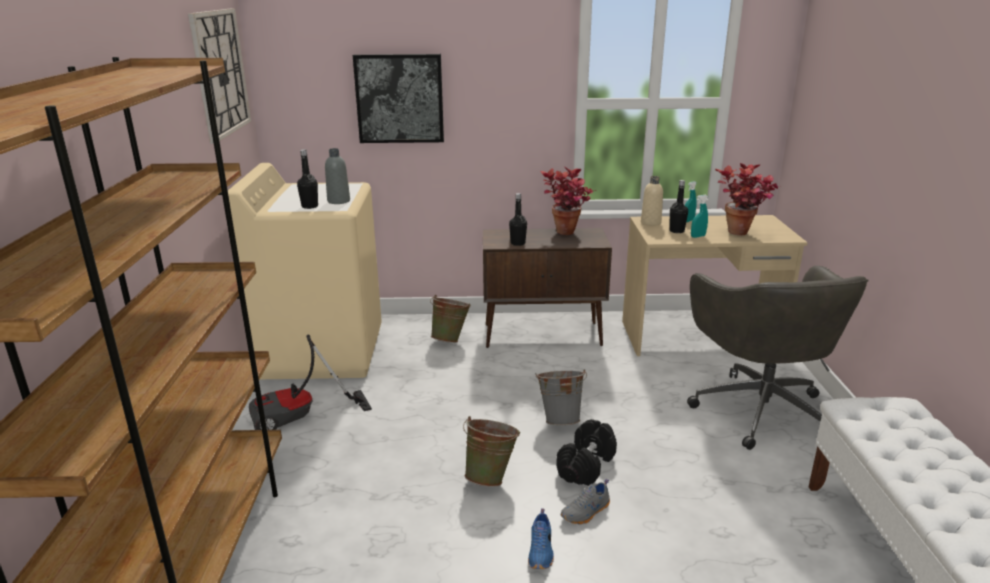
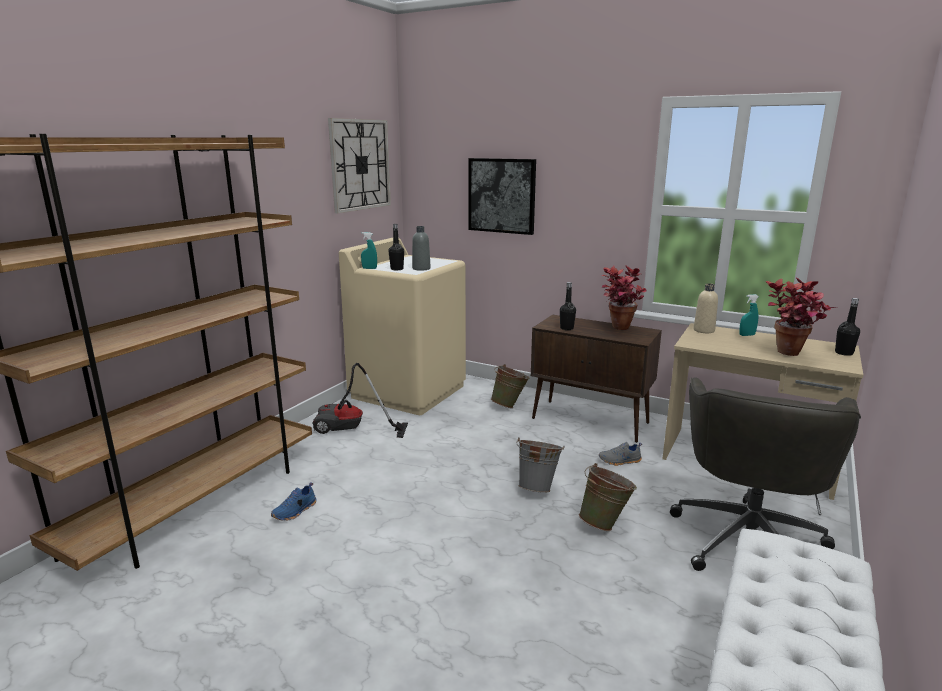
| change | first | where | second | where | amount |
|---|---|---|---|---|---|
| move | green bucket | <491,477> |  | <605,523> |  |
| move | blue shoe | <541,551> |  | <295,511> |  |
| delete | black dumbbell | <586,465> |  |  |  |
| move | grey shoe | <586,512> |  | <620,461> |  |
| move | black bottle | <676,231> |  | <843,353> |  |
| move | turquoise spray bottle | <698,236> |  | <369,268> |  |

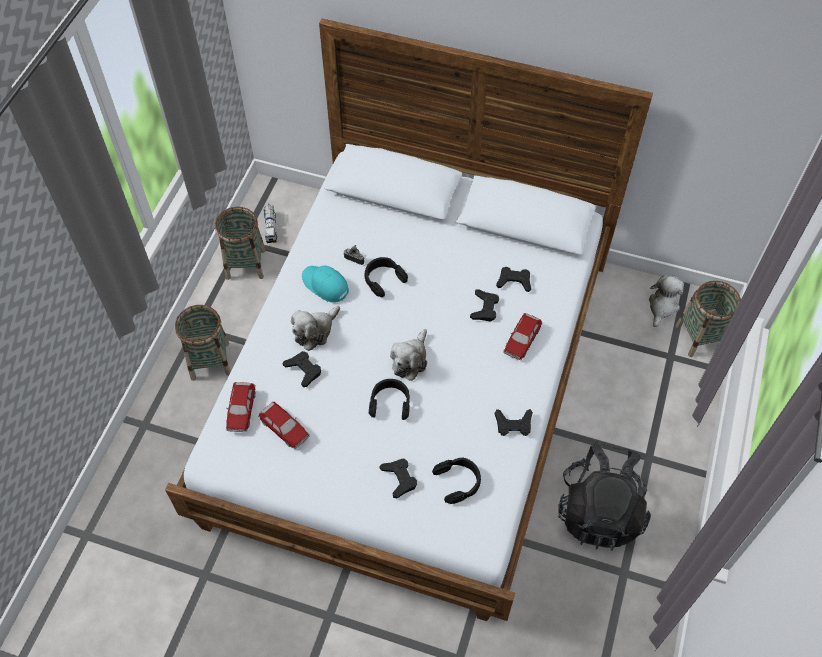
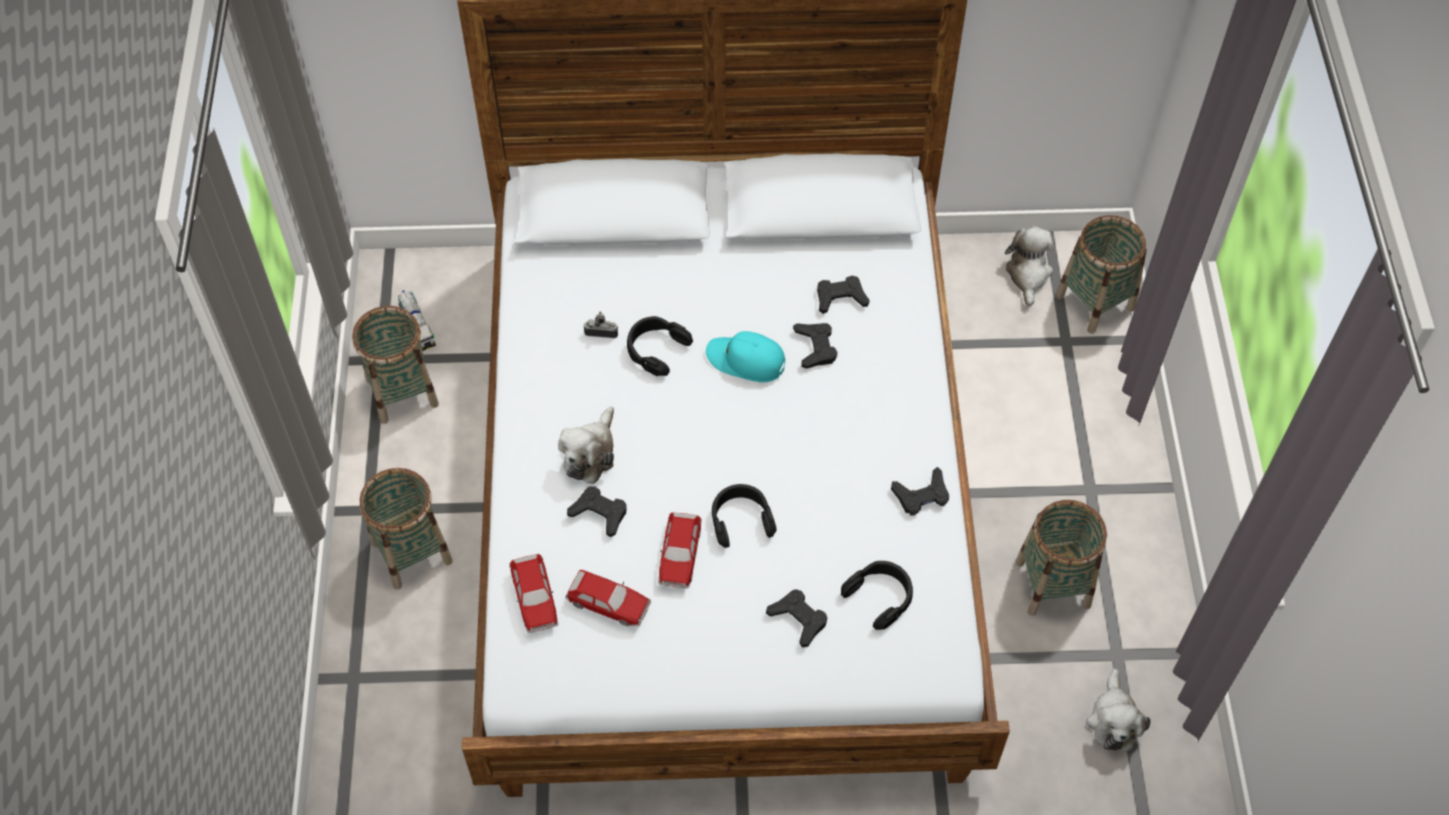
| change | first | where | second | where | amount |
|---|---|---|---|---|---|
| move | turquoise cap | <325,285> |  | <746,360> |  |
| move | plush toy | <410,360> |  | <1113,720> |  |
| move | toy car | <522,340> |  | <679,555> |  |
| replace | black backpack | <599,511> | basket | <1053,583> |  |

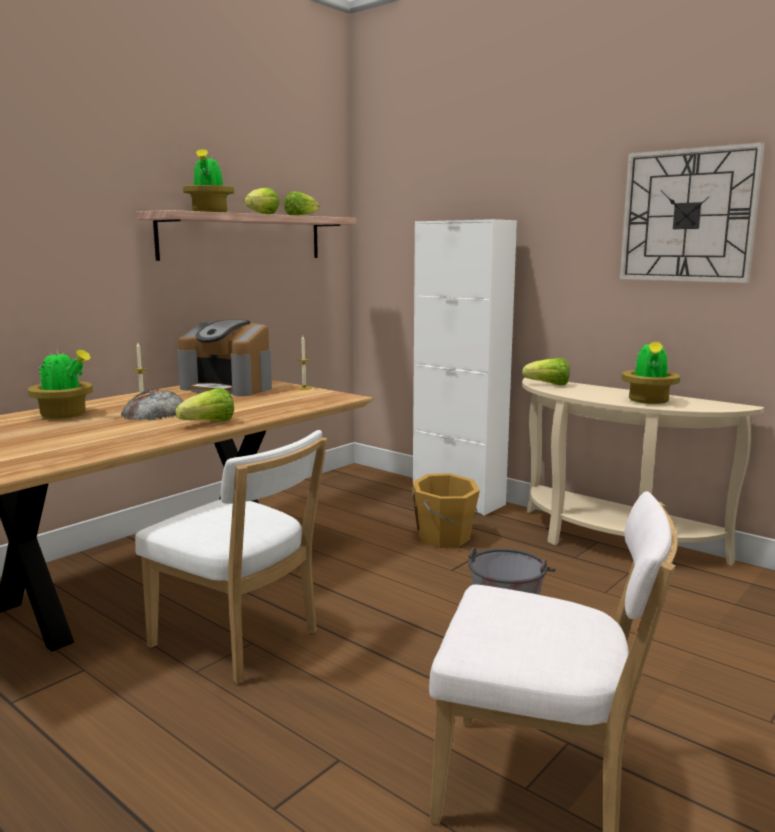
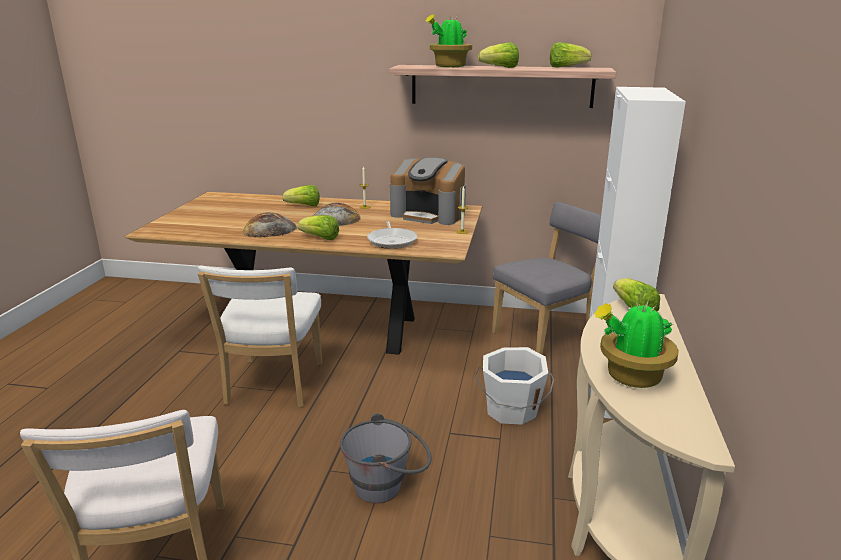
| change | first | where | second | where | amount |
|---|---|---|---|---|---|
| replace | potted plant | <65,415> | lettuce | <304,206> |  |
| rotate | coffee machine | <228,388> |  | <429,214> | 60 degrees counterclockwise |
| recolor | orange bucket | <445,537> | white bucket | <511,410> |  |
| delete | wall clock | <687,216> |  |  |  |
| insert |  |  | bread | <269,229> |  |
| insert |  |  | frying pan | <392,241> |  |
| insert |  |  | grey chair | <545,336> |  |

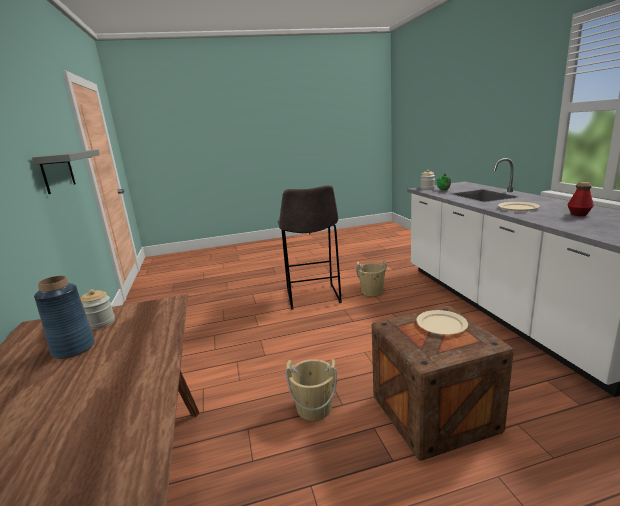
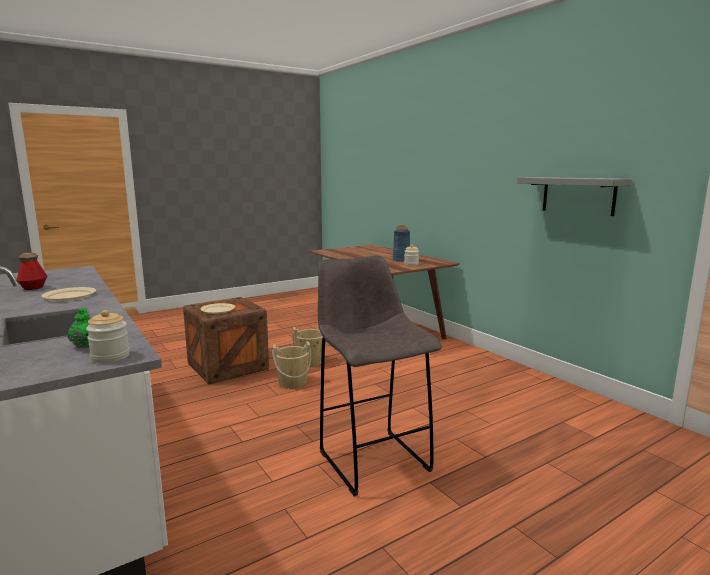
| change | first | where | second | where | amount |
|---|---|---|---|---|---|
| move | beige bucket | <372,291> |  | <292,382> |  |

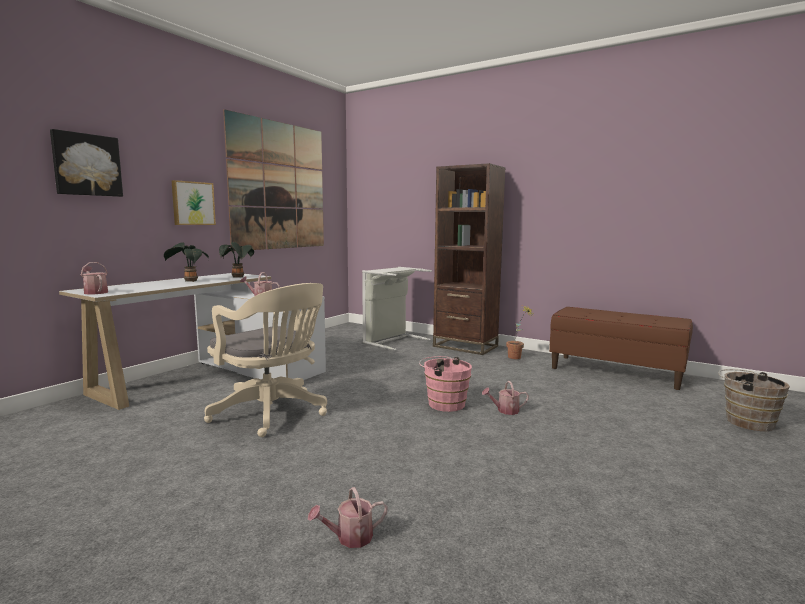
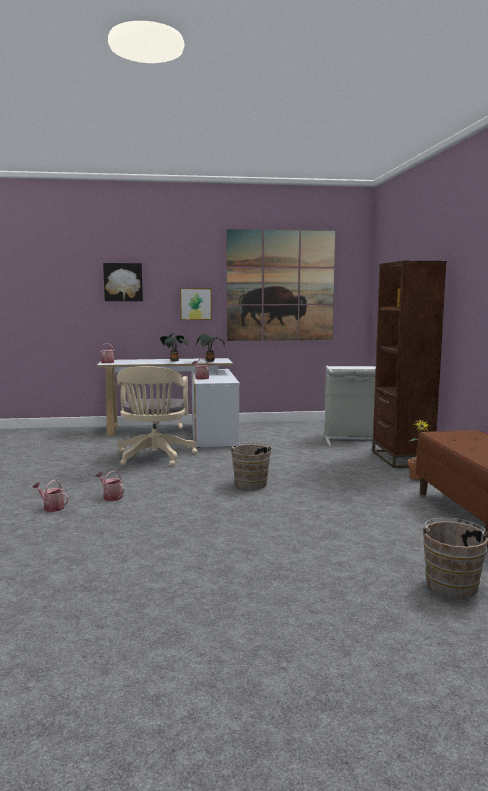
| change | first | where | second | where | amount |
|---|---|---|---|---|---|
| recolor | pink bucket | <444,403> | brown bucket | <250,483> |  |
| move | watering can | <505,411> |  | <111,497> |  |

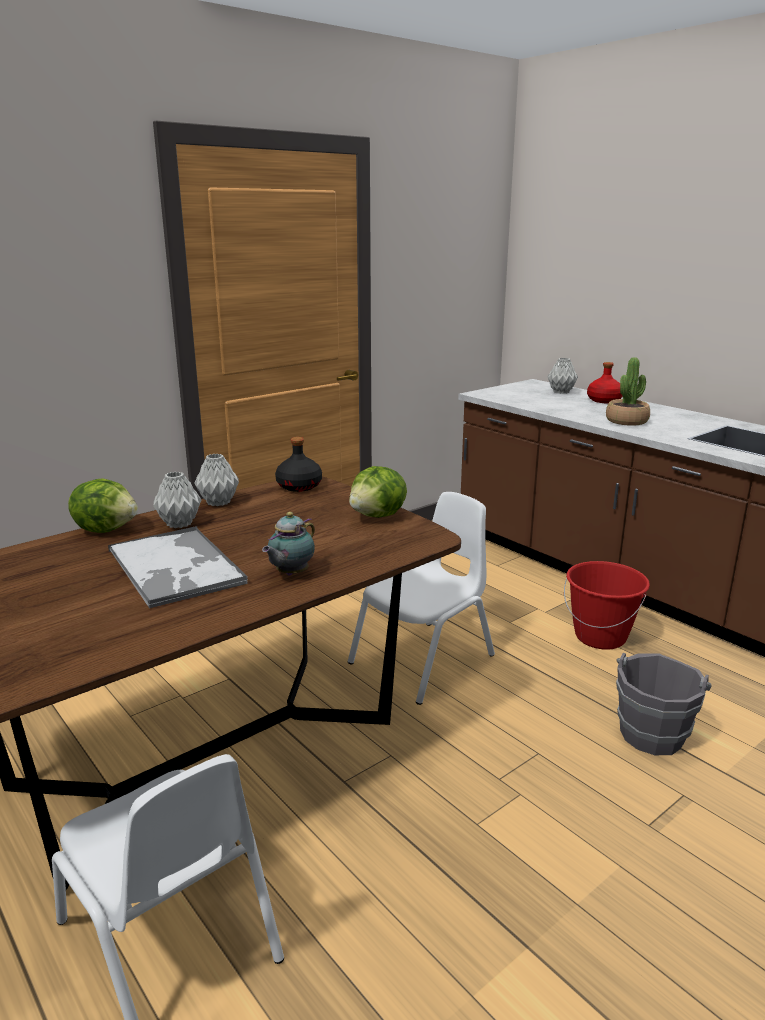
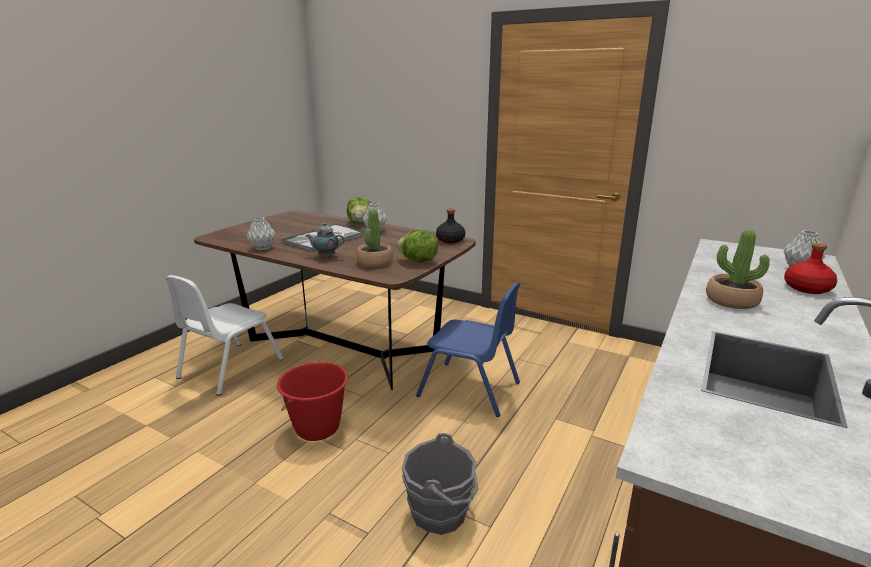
| change | first | where | second | where | amount |
|---|---|---|---|---|---|
| move | grey vase | <218,503> |  | <262,248> |  |
| recolor | white chair | <424,660> | blue chair | <470,389> |  |
| move | red bucket | <600,637> |  | <318,428> |  |
| insert |  |  | potted plant | <374,262> |  |

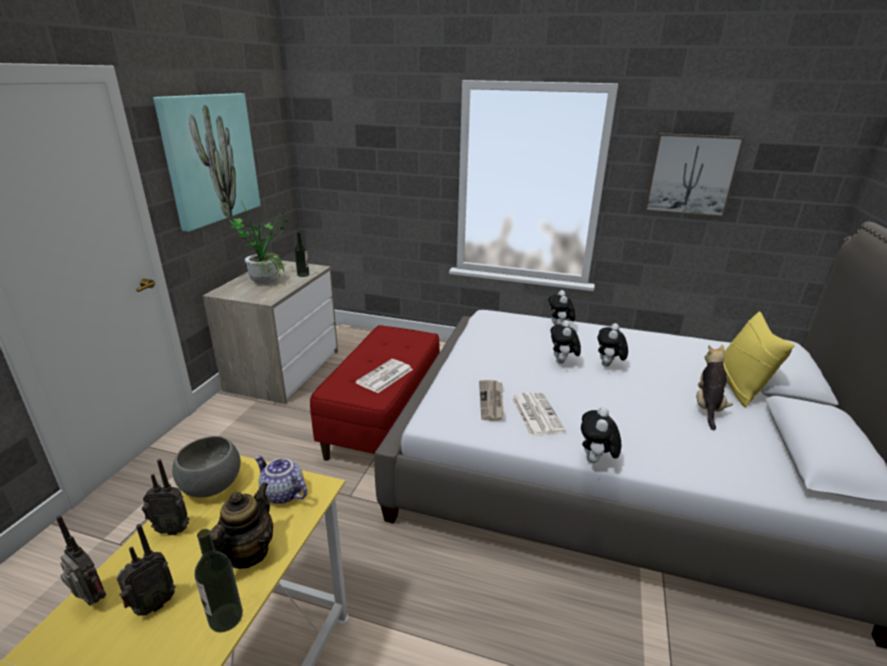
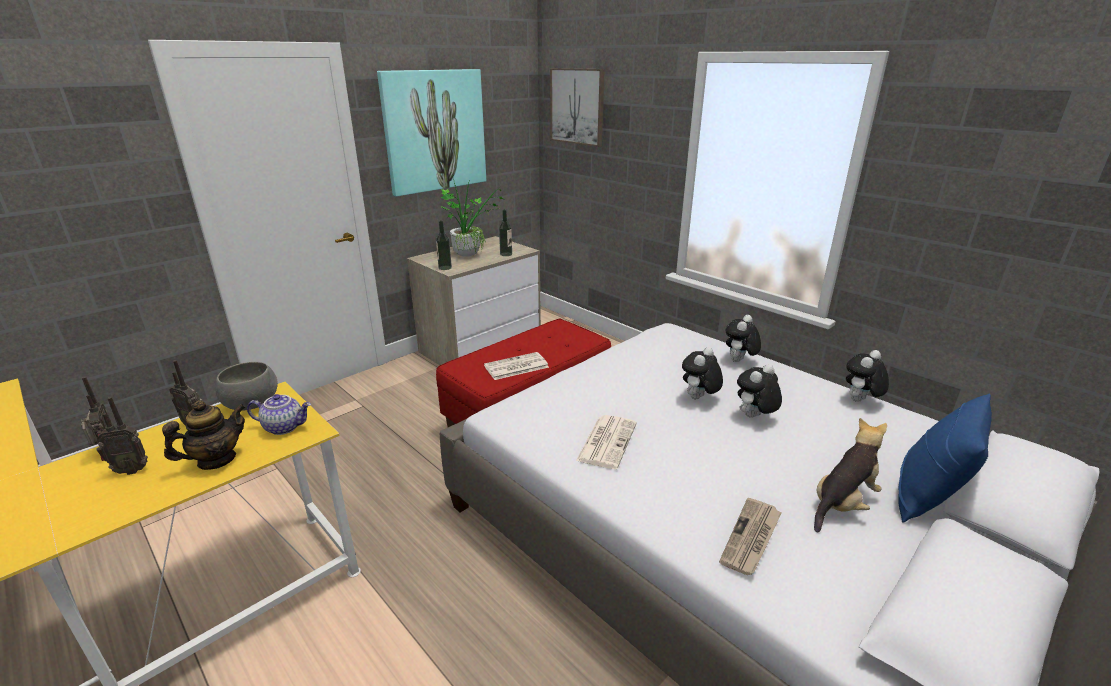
| change | first | where | second | where | amount |
|---|---|---|---|---|---|
| move | bottle | <226,617> |  | <445,268> |  |
| rotate | teapot | <282,494> |  | <285,427> | 120 degrees clockwise |
| move | newspaper | <491,401> |  | <751,538> |  |
| move | plush toy | <595,461> |  | <859,401> |  |
| move | picture | <691,175> |  | <577,106> |  |
| recolor | yellow pillow | <740,387> | blue pillow | <927,496> |  |

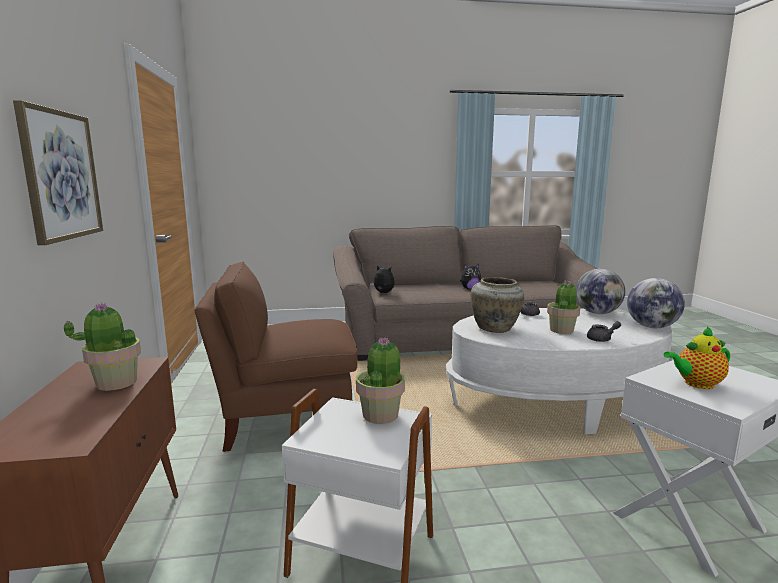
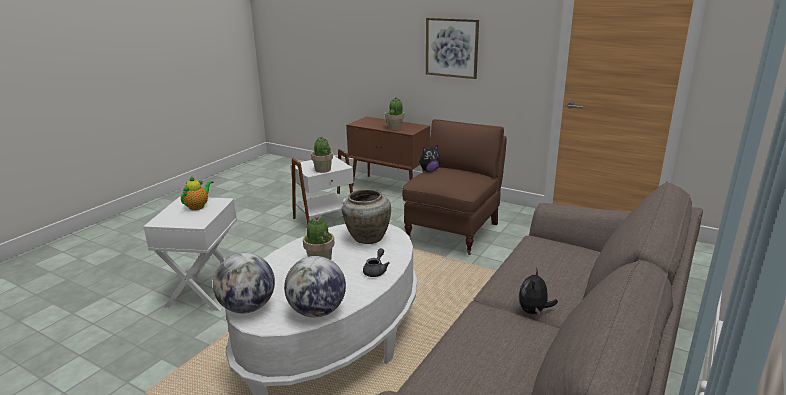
| change | first | where | second | where | amount |
|---|---|---|---|---|---|
| move | plush toy | <383,293> |  | <429,170> |  |
| delete | grey teapot | <602,339> |  |  |  |

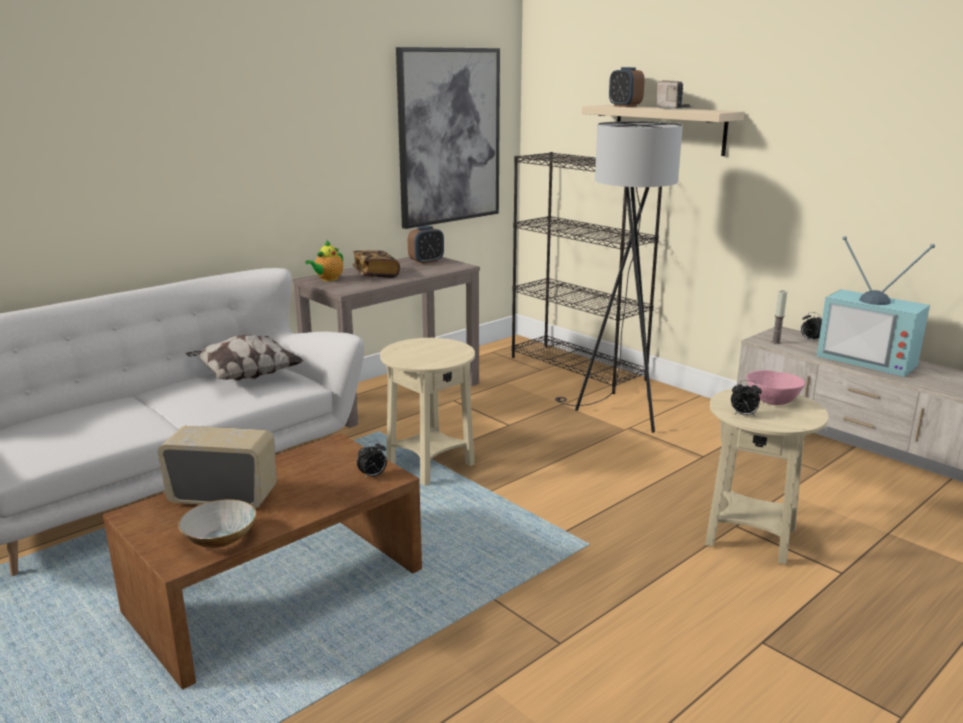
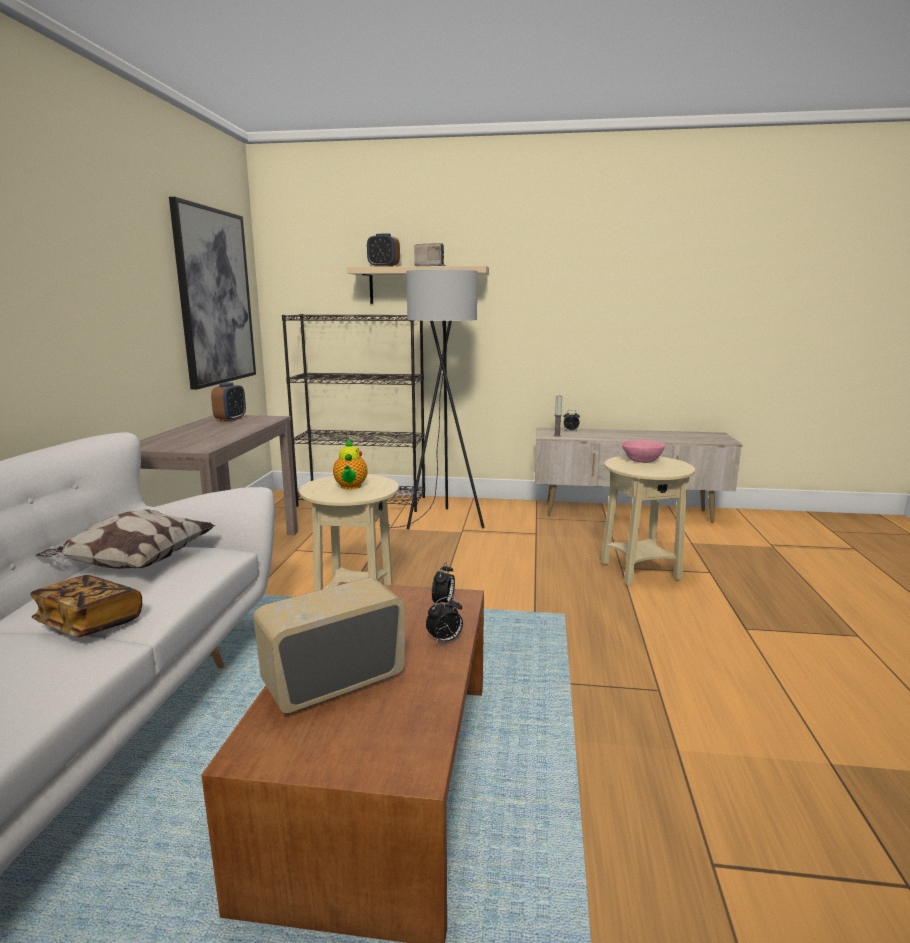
| change | first | where | second | where | amount |
|---|---|---|---|---|---|
| delete | bowl | <219,539> |  |  |  |
| move | teapot | <328,279> |  | <350,487> |  |
| move | book | <376,274> |  | <90,623> |  |
| move | alarm clock | <743,415> |  | <445,640> |  |
| delete | television | <869,360> |  |  |  |

